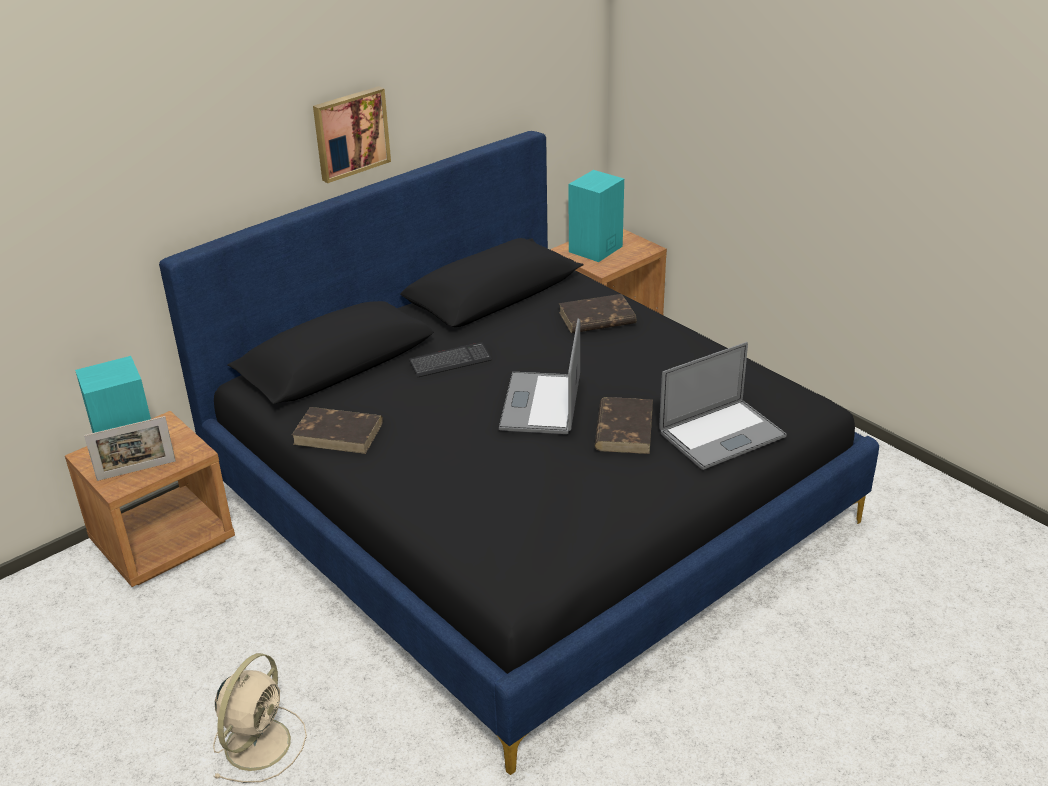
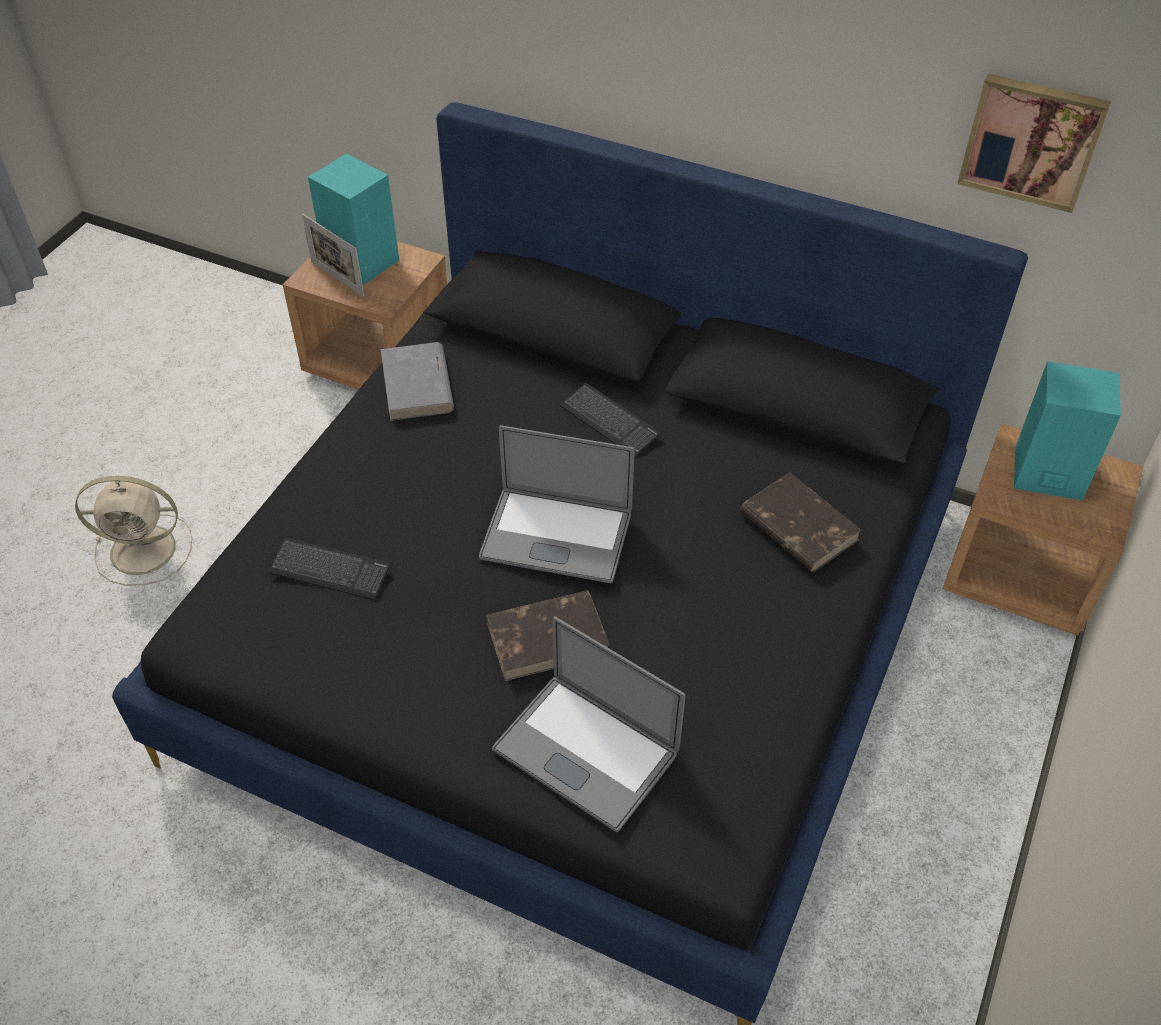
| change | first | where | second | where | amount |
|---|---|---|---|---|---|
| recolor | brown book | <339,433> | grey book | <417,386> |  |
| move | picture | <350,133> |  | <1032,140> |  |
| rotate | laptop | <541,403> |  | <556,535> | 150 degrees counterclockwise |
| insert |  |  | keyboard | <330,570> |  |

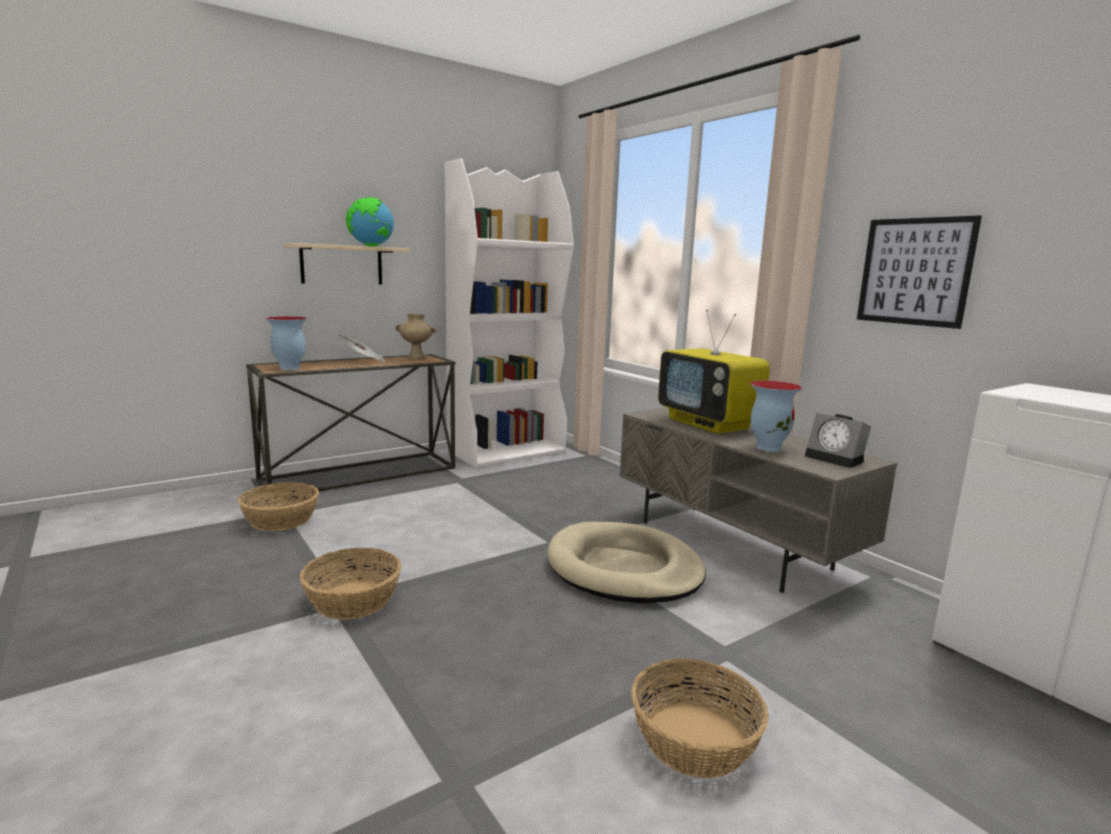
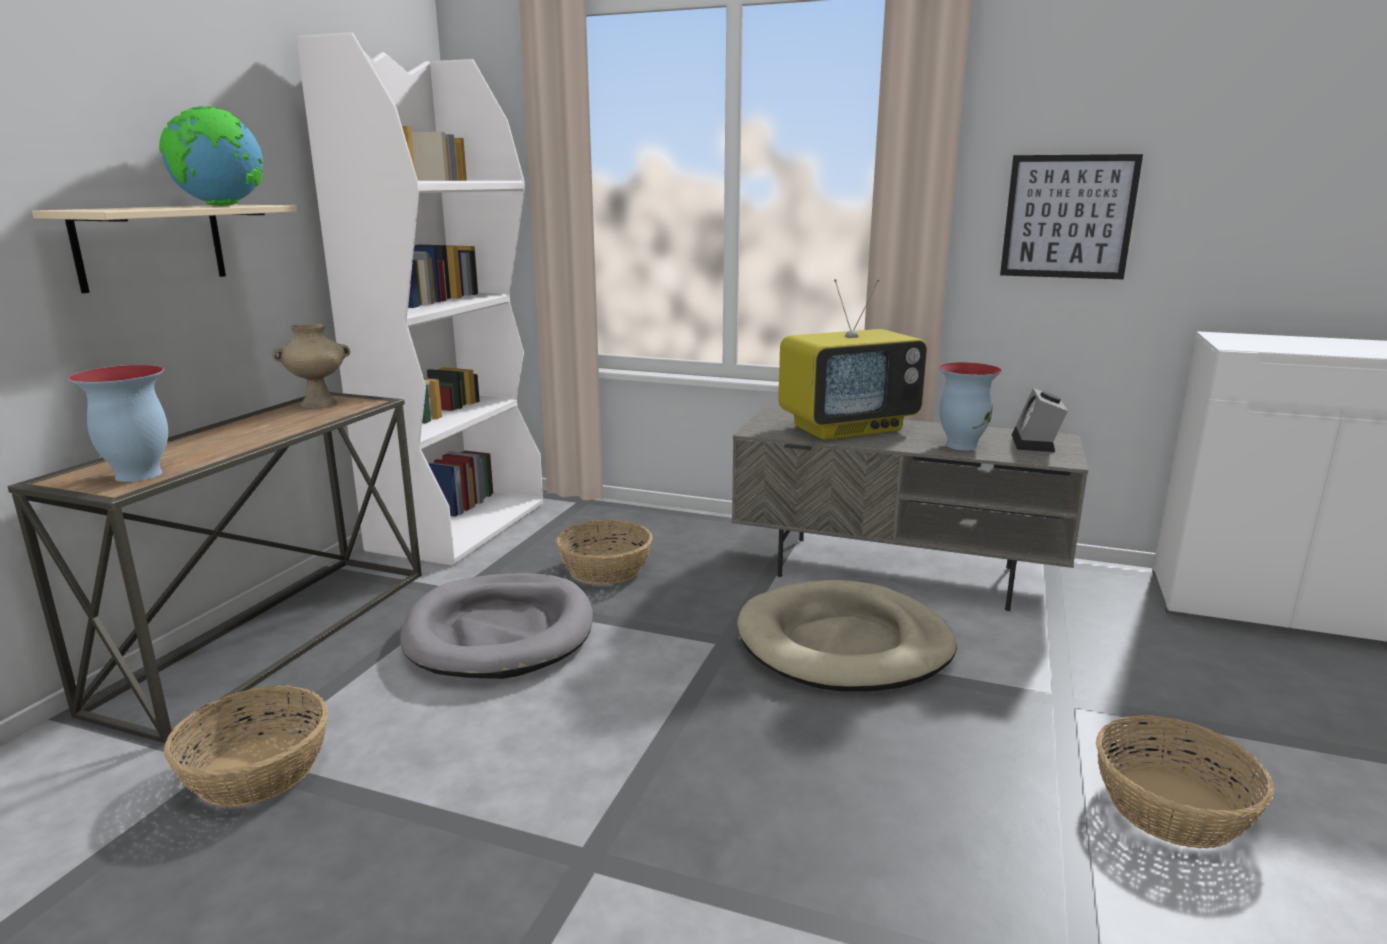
| change | first | where | second | where | amount |
|---|---|---|---|---|---|
| move | basket | <352,600> |  | <604,569> |  |
| delete | newspaper | <363,361> |  |  |  |
| rotate | television | <709,424> |  | <847,428> | 45 degrees counterclockwise |
| rotate | alarm clock | <836,459> |  | <1036,443> | 90 degrees clockwise |
| insert |  |  | grey dog bed | <500,632> |  |

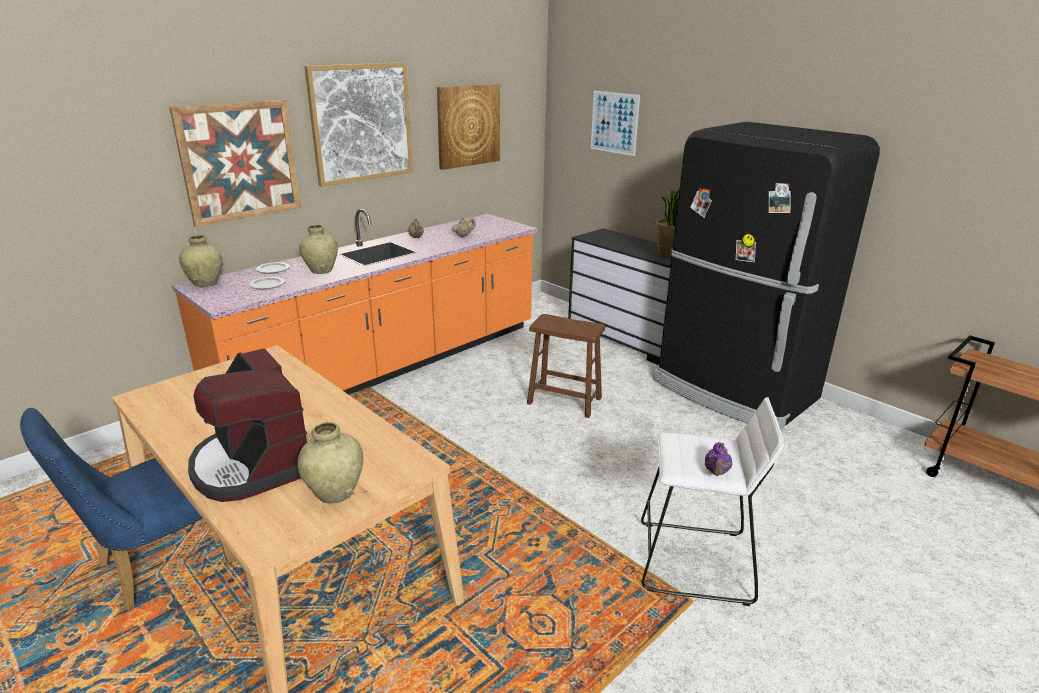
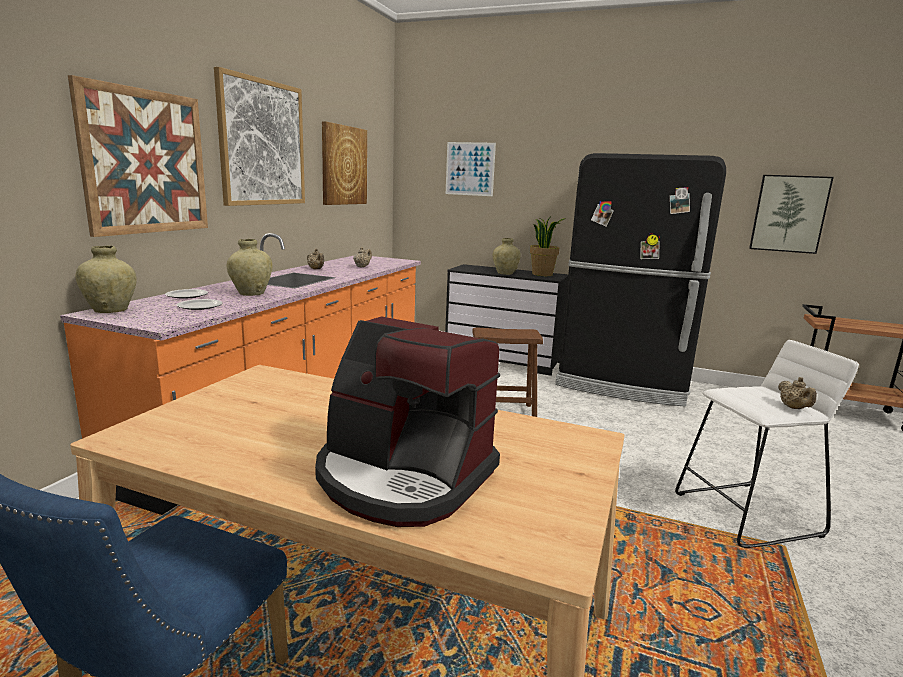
| change | first | where | second | where | amount |
|---|---|---|---|---|---|
| move | beige vase | <335,493> |  | <505,273> |  |
| recolor | purple teapot | <716,472> | beige teapot | <794,408> |  |
| insert |  |  | picture | <789,214> |  |

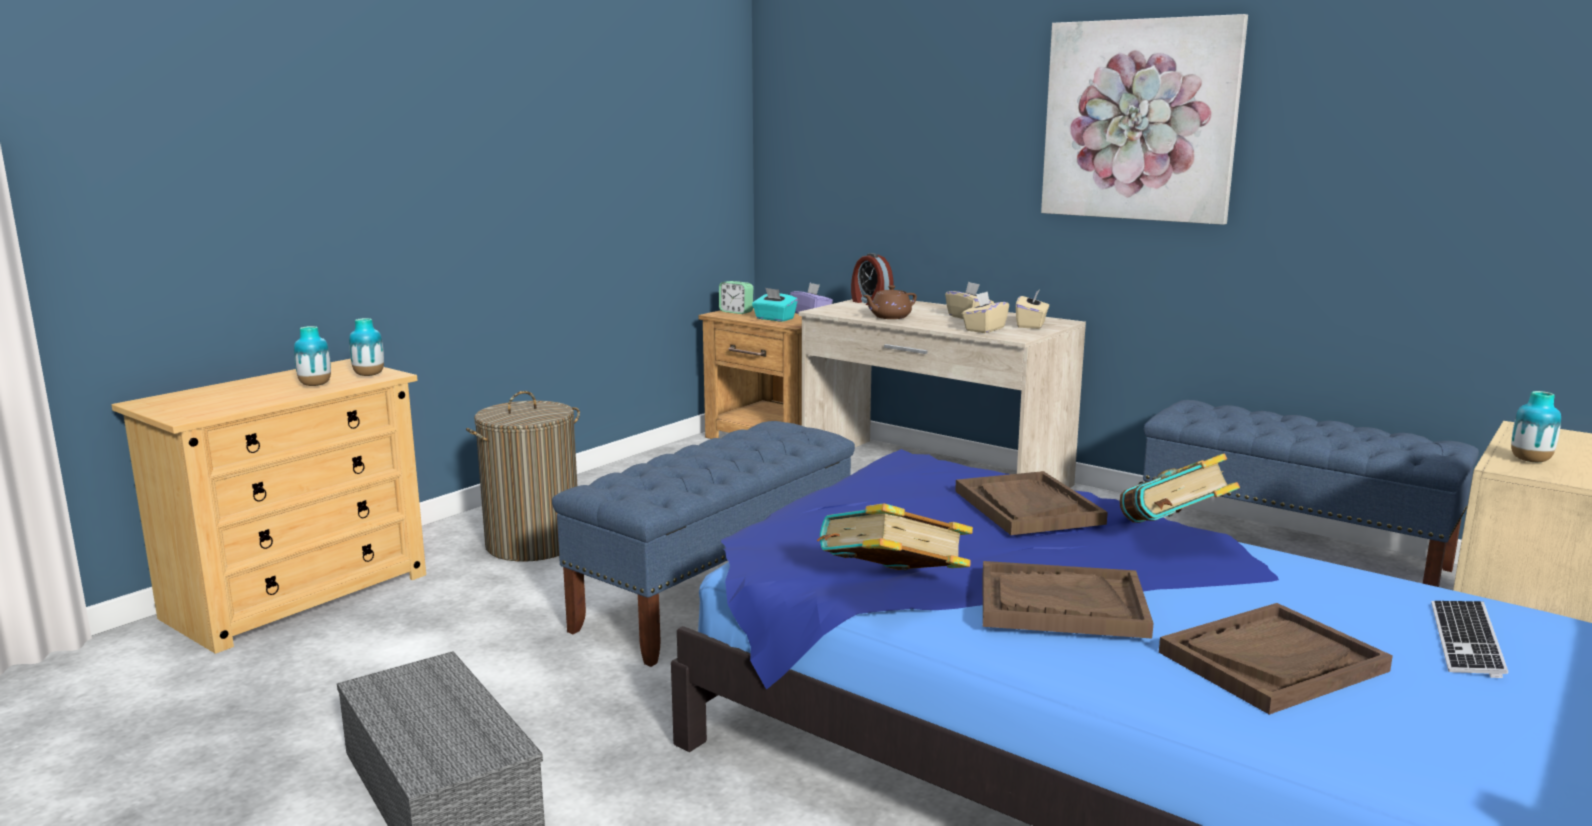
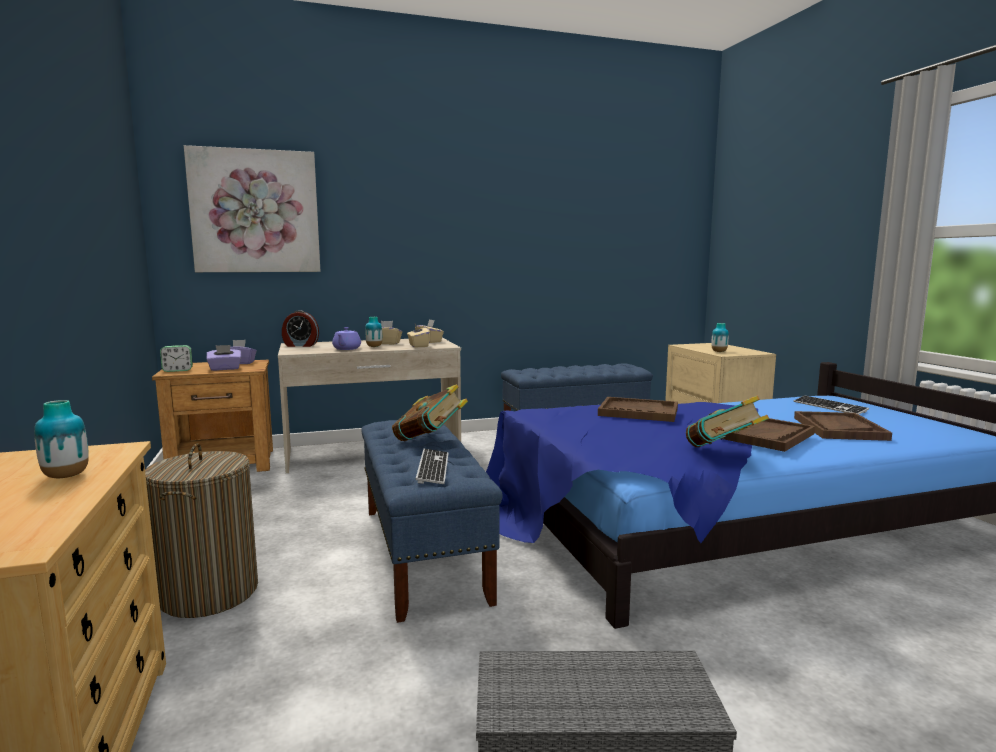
| change | first | where | second | where | amount |
|---|---|---|---|---|---|
| move | vase | <369,375> |  | <374,347> |  |
| recolor | turquoise tissue box | <774,319> | purple tissue box | <225,369> |  |
| recolor | brown teapot | <889,317> | purple teapot | <346,349> |  |
| move | picture | <1139,120> |  | <255,211> |  |
| move | book | <1173,534> |  | <430,440> |  |
| insert |  |  | keyboard | <433,468> |  |

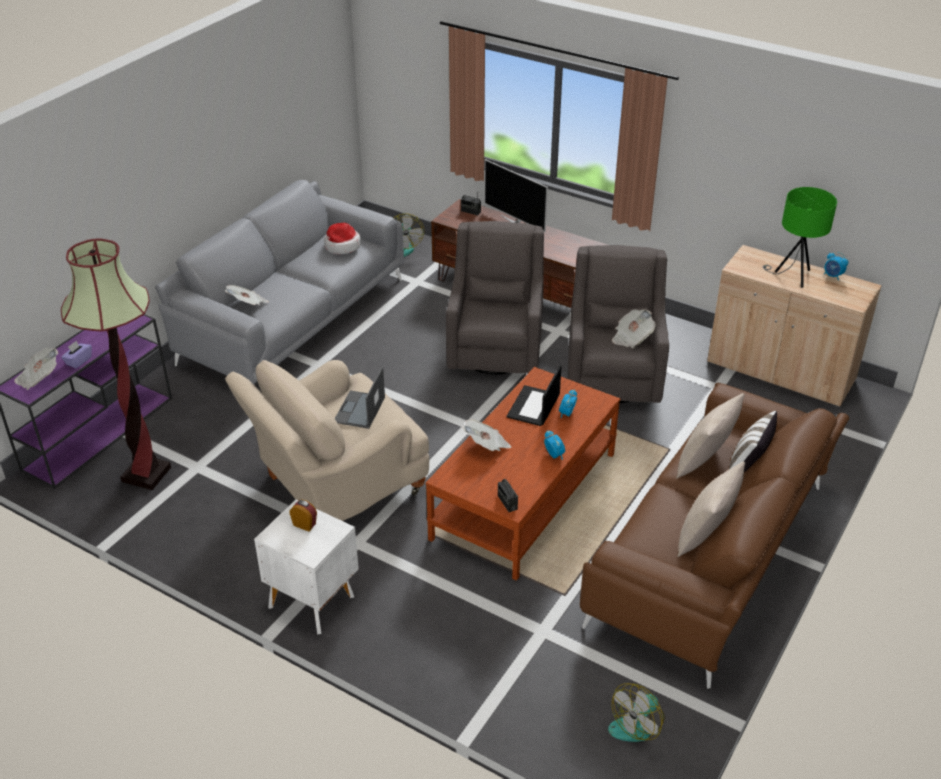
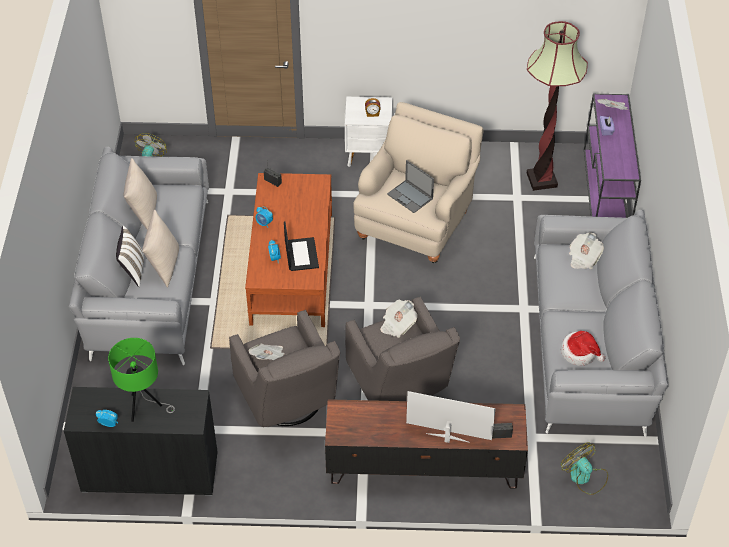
| change | first | where | second | where | amount |
|---|---|---|---|---|---|
| rotate | laptop | <359,410> |  | <410,196> | 150 degrees clockwise |
| move | newspaper | <487,445> |  | <397,325> |  |
| recolor | brown sofa | <712,555> | grey sofa | <148,277> |  |
| recolor | beige cabinet | <780,371> | black cabinet | <150,472> |  |

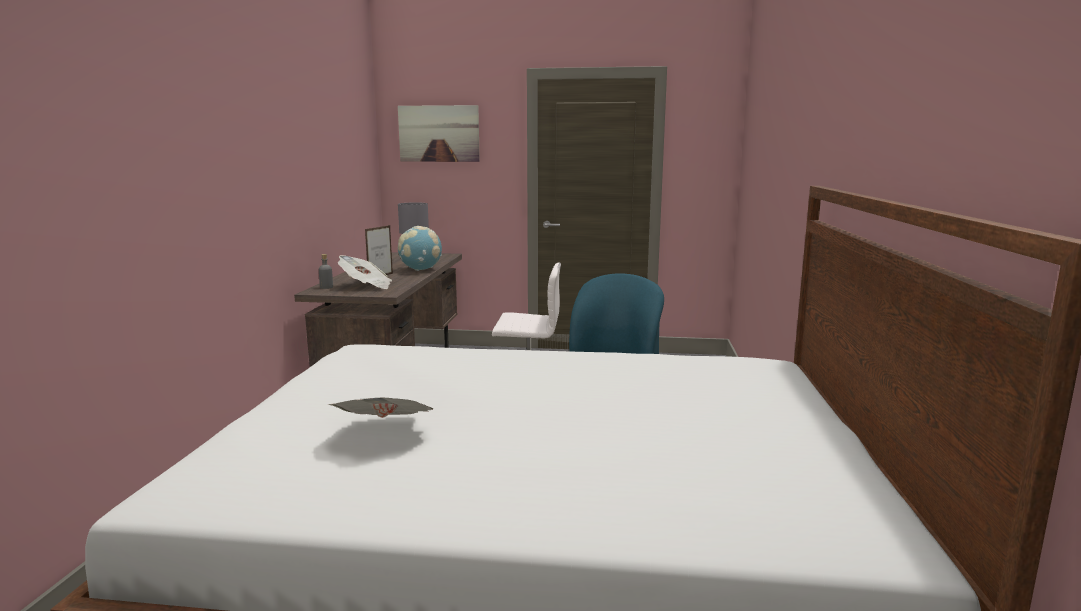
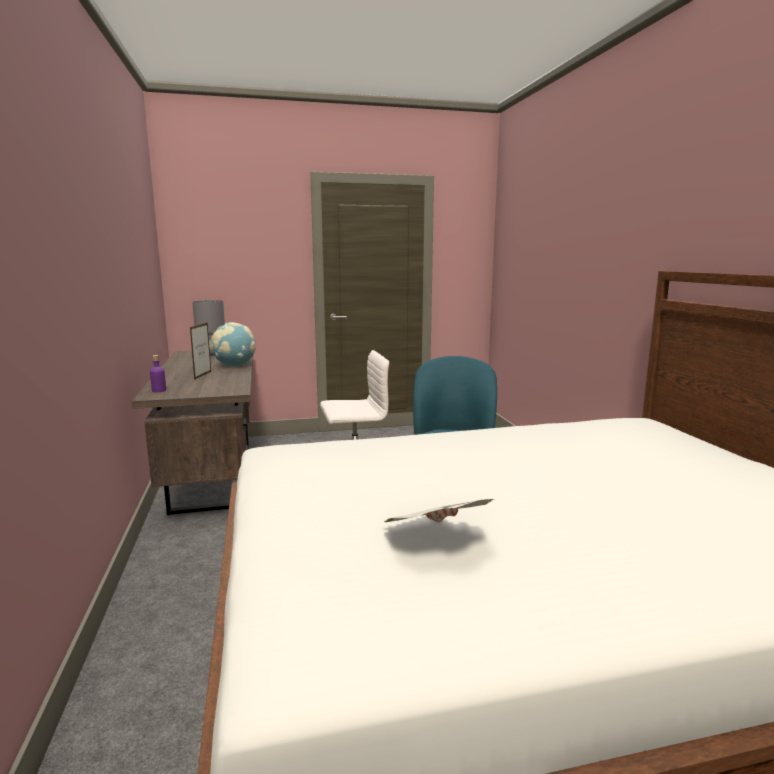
| change | first | where | second | where | amount |
|---|---|---|---|---|---|
| recolor | grey bottle | <326,287> | purple bottle | <159,390> |  |
| delete | newspaper | <366,286> |  |  |  |
| delete | picture | <439,133> |  |  |  |

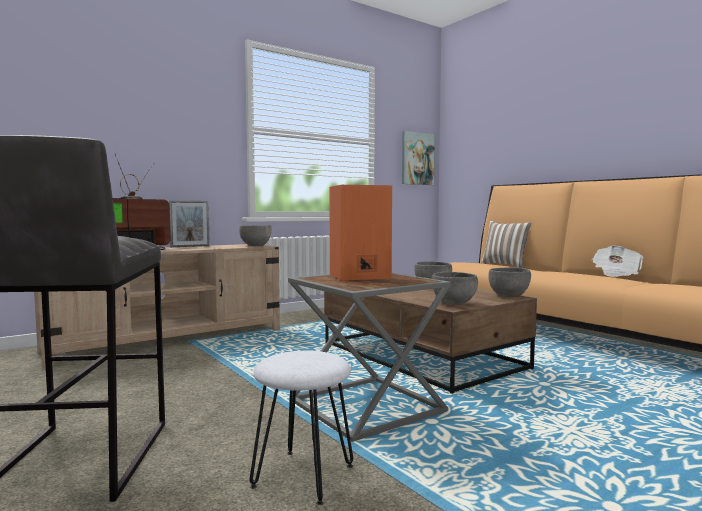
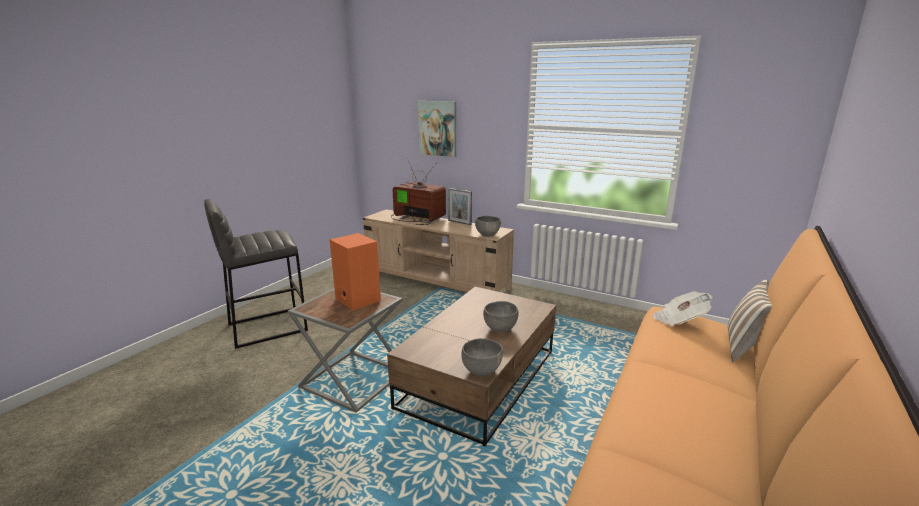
| change | first | where | second | where | amount |
|---|---|---|---|---|---|
| delete | white stool | <302,475> |  |  |  |
| move | picture | <417,159> |  | <437,128> |  |
| delete | grey bowl | <453,304> |  |  |  |
| move | newspaper | <616,274> |  | <679,320> |  |

